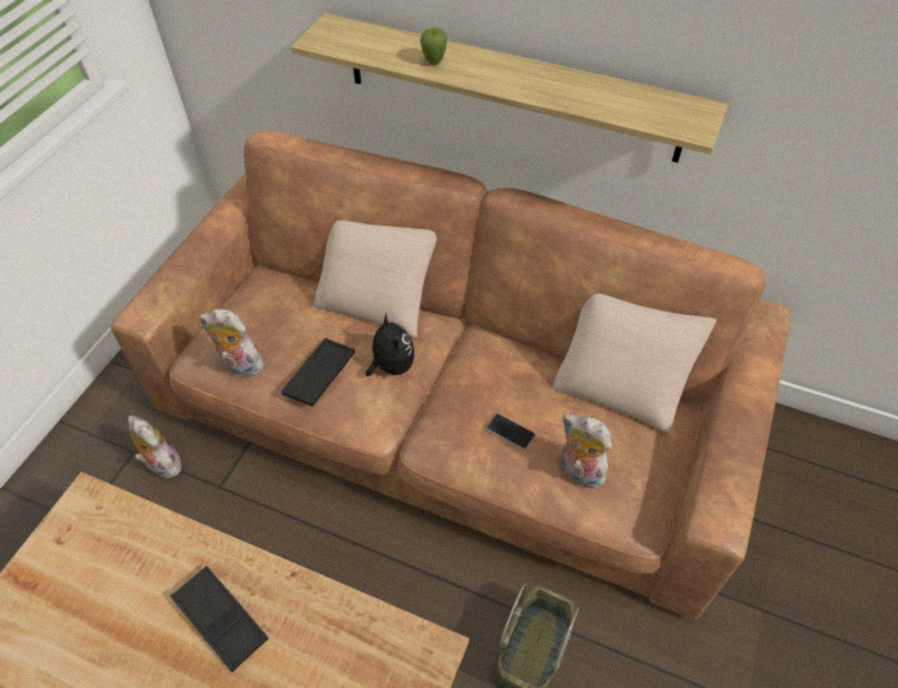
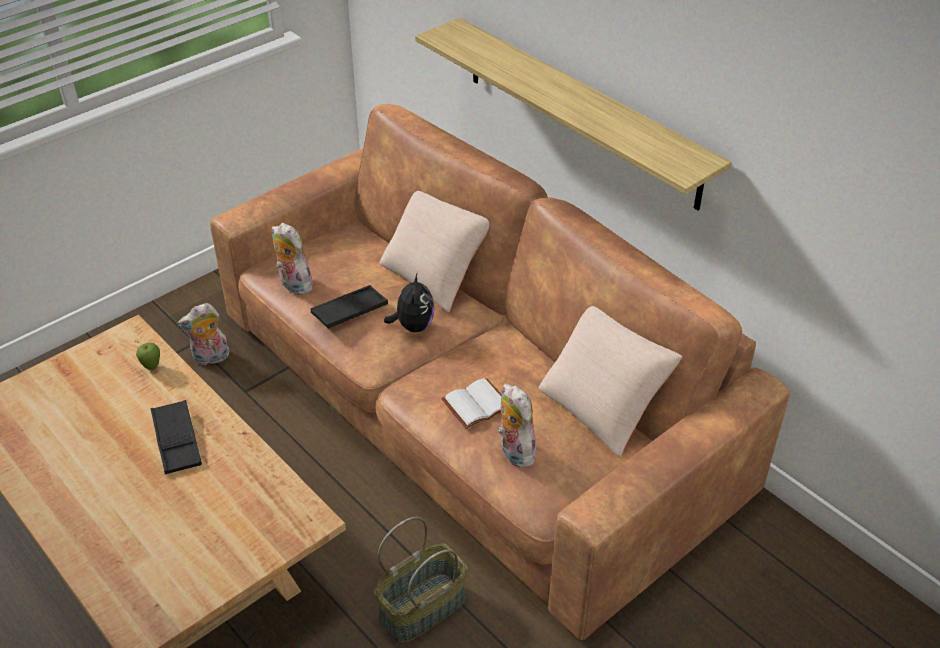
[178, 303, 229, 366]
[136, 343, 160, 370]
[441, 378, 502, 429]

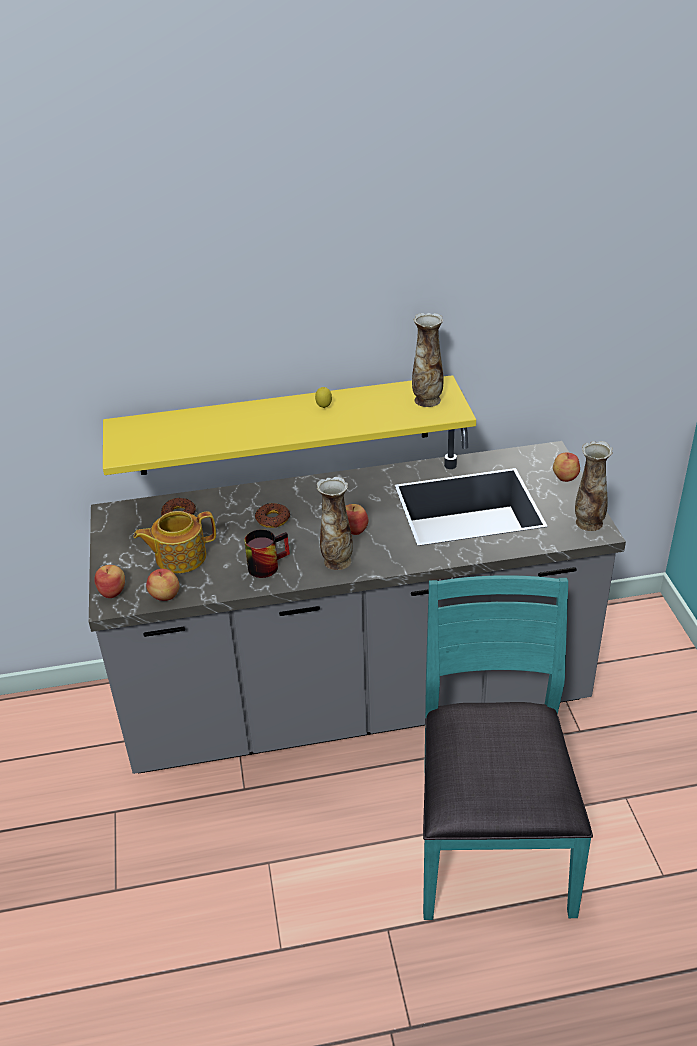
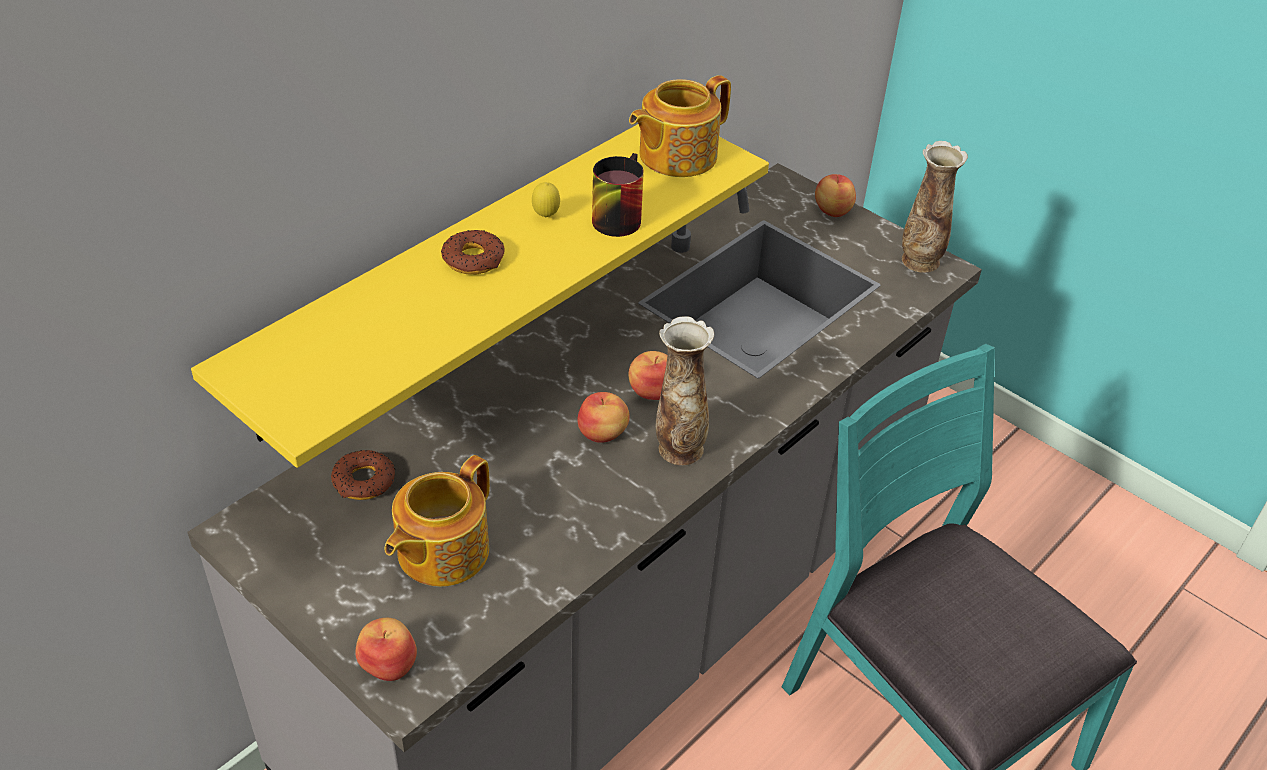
[577, 392, 630, 443]
[592, 153, 644, 237]
[441, 230, 505, 274]
[629, 75, 731, 177]

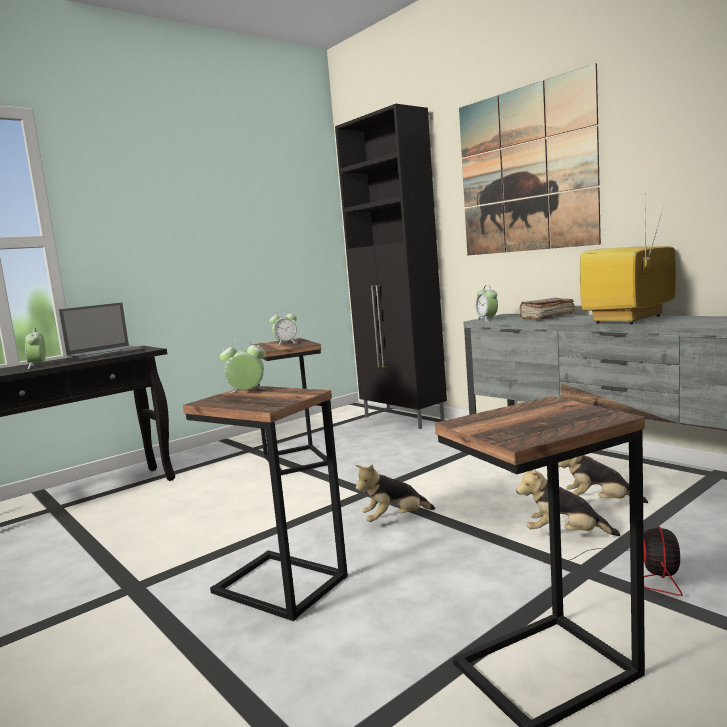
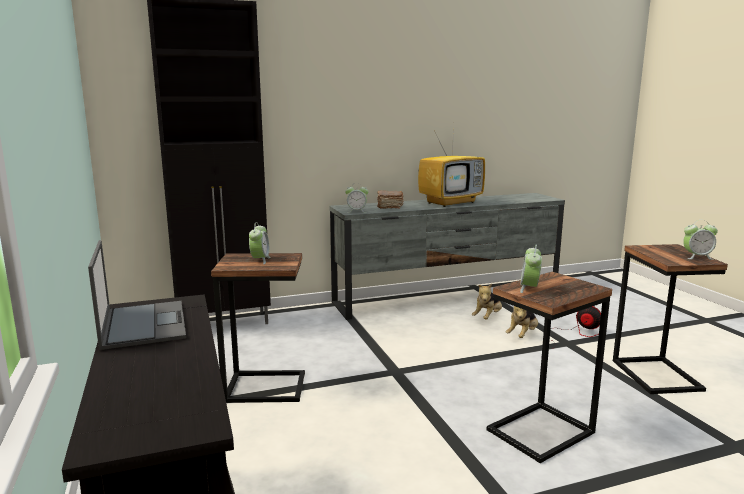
[683, 220, 718, 260]
[355, 465, 435, 522] (first image)
[459, 63, 601, 256] (first image)
[418, 125, 485, 207]

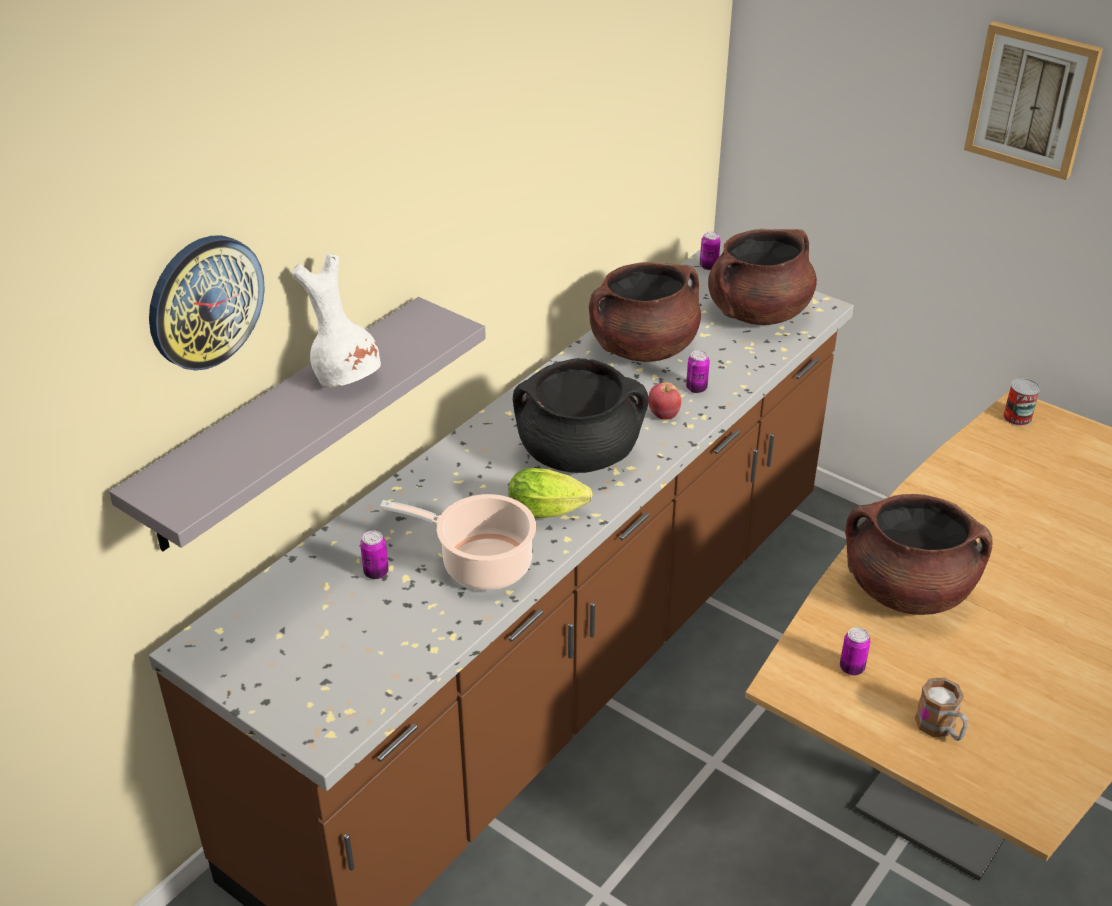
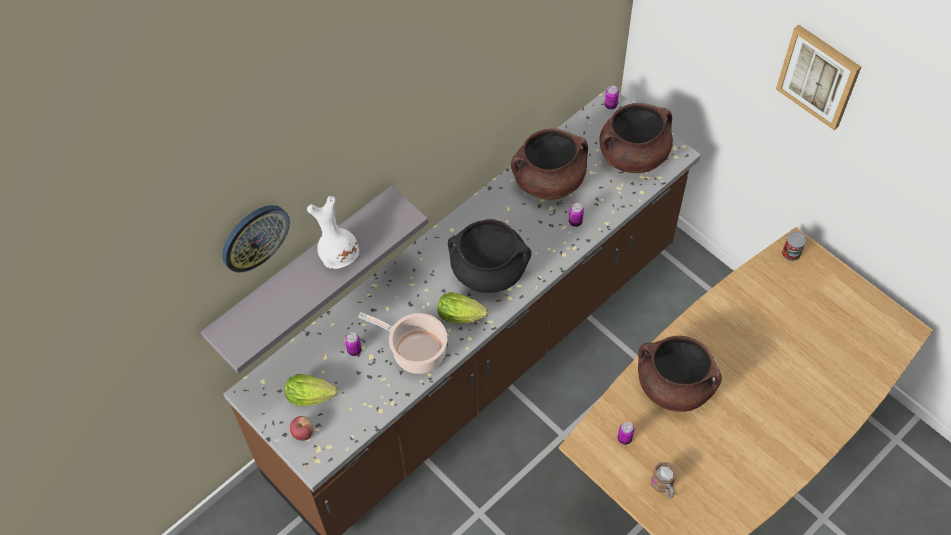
[290, 416, 313, 441]
[285, 374, 338, 406]

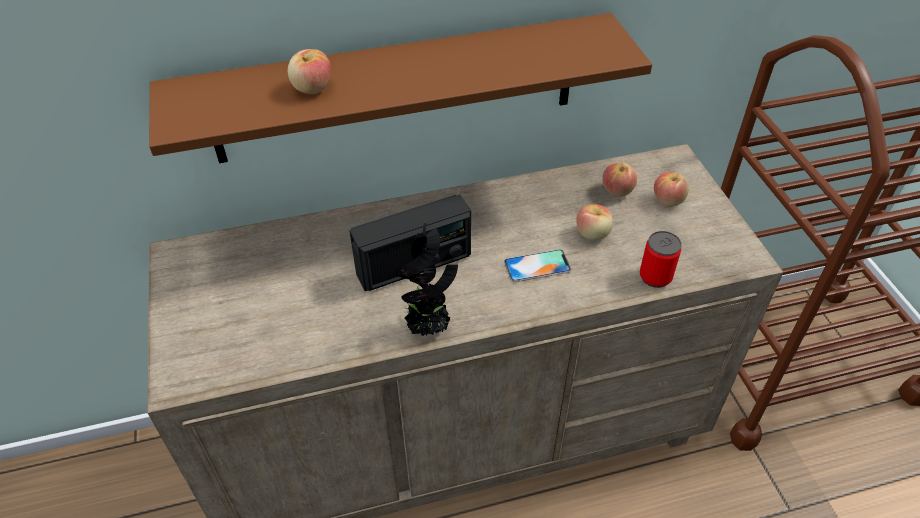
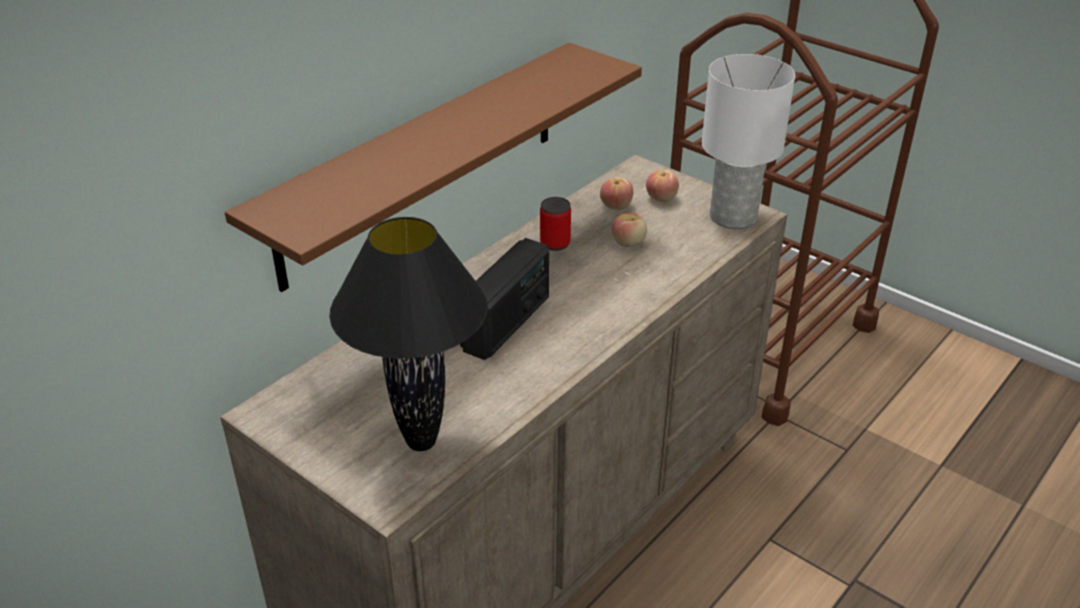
[288, 49, 331, 94] (first image)
[395, 223, 458, 336] (first image)
[504, 249, 571, 282] (first image)
[540, 197, 571, 251]
[329, 217, 488, 451]
[702, 54, 795, 229]

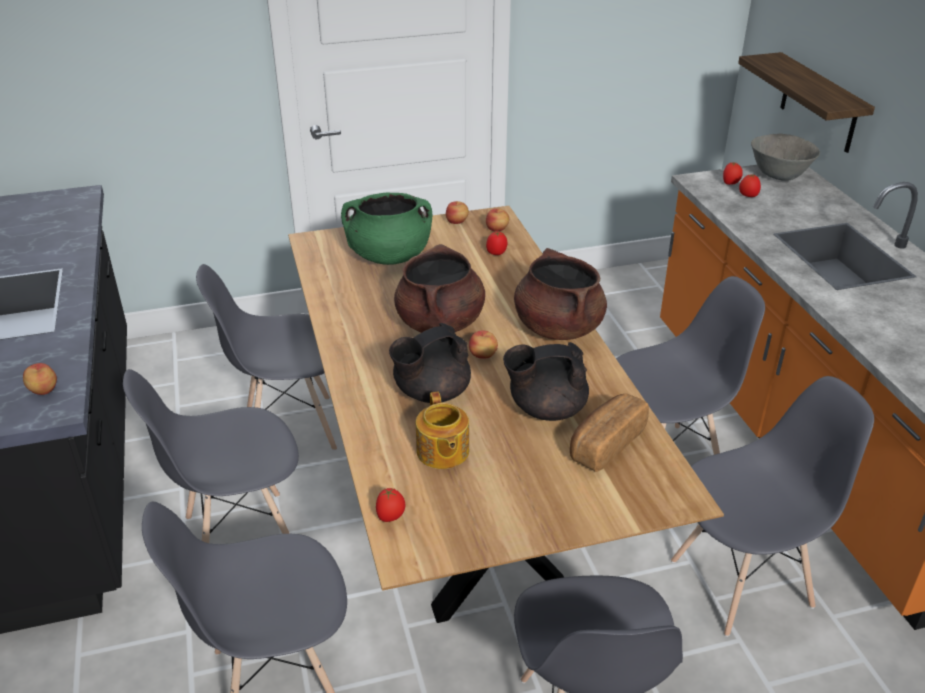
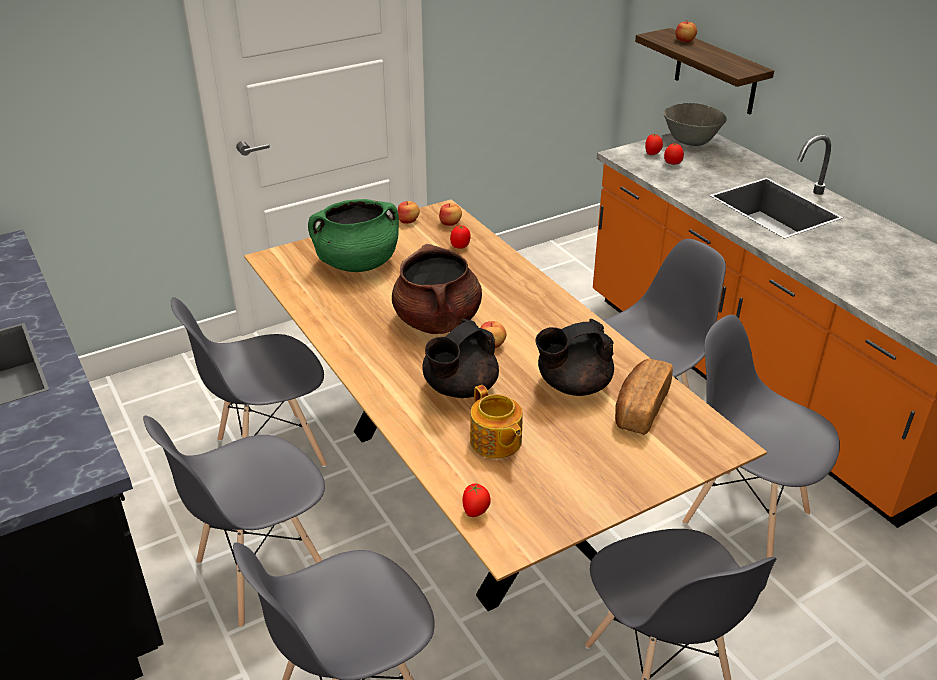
[675, 20, 697, 42]
[514, 248, 607, 340] (first image)
[682, 315, 840, 558]

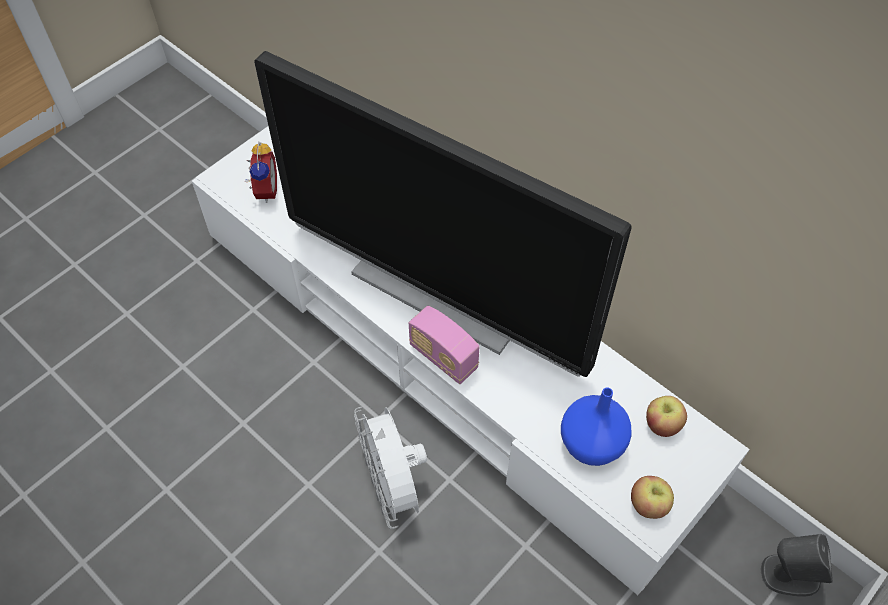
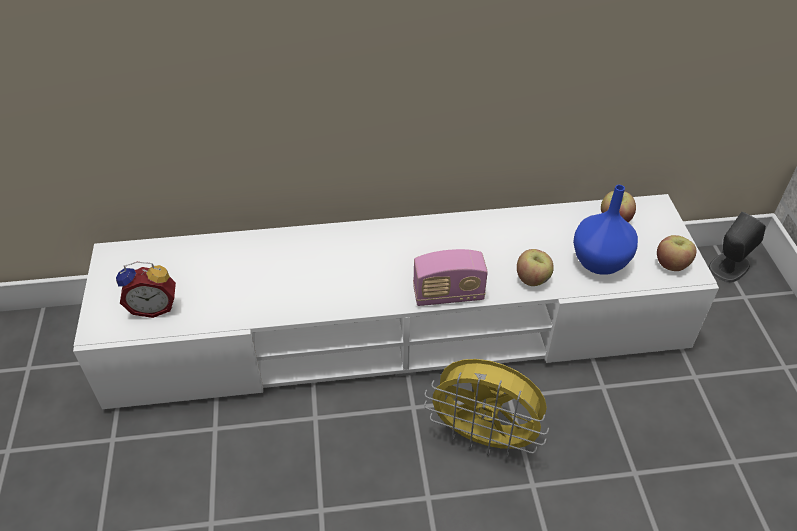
[116, 262, 176, 318]
[254, 51, 632, 377] (first image)
[424, 359, 549, 458]
[517, 249, 554, 286]

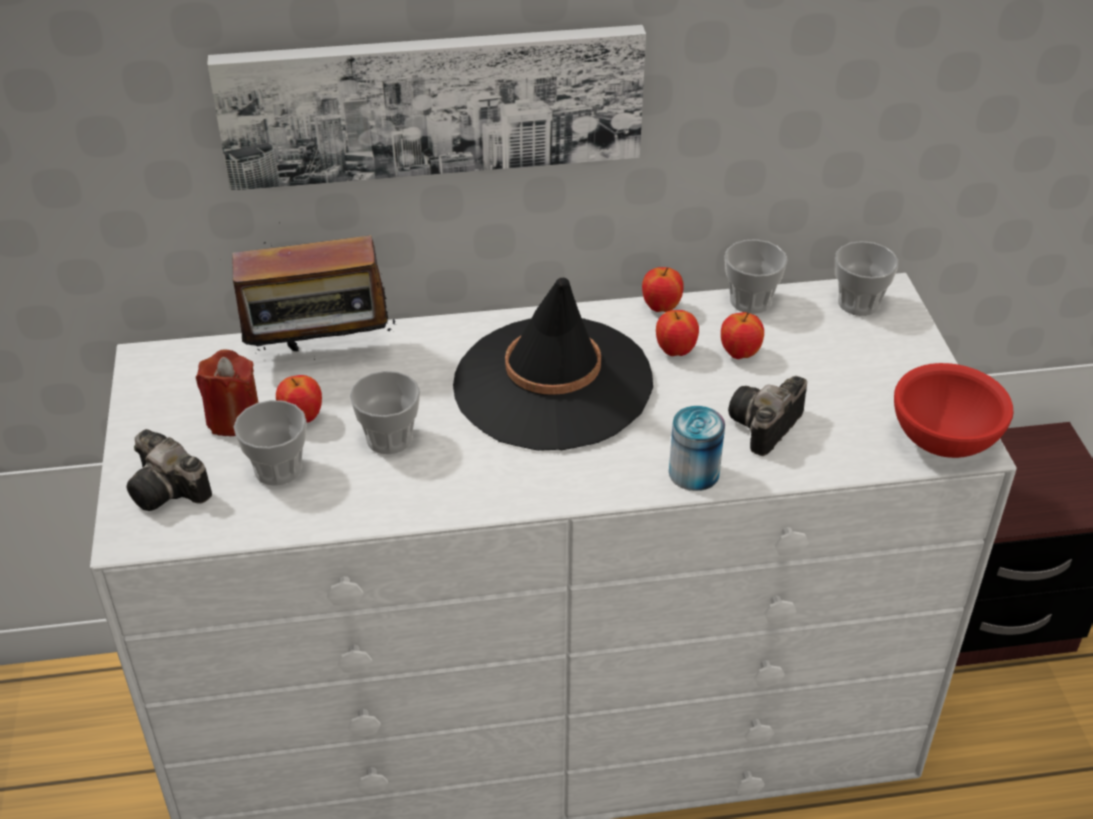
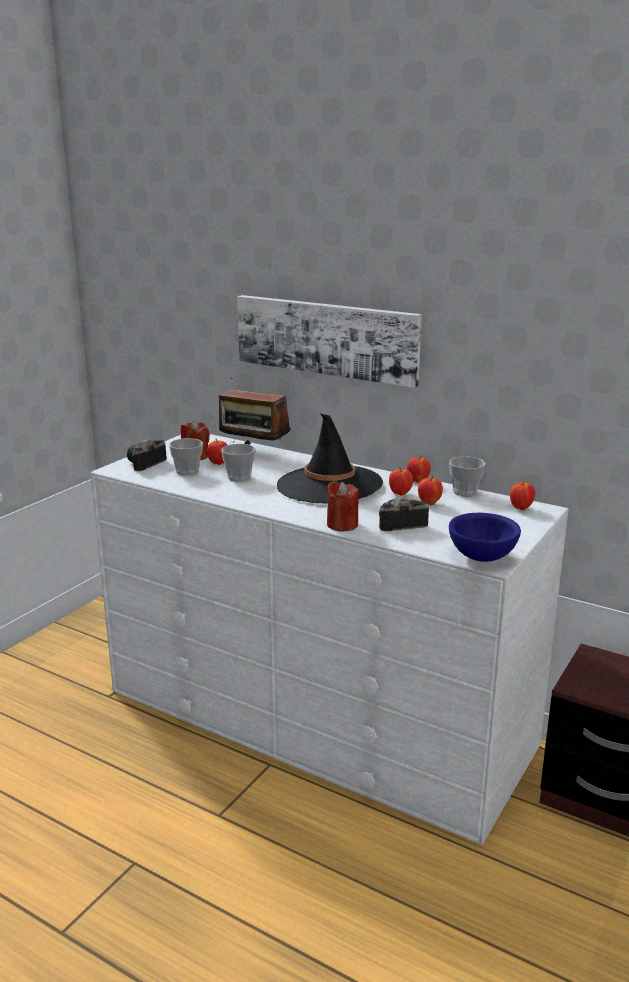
[127, 440, 167, 471]
[327, 481, 359, 531]
[510, 481, 535, 510]
[449, 513, 521, 562]

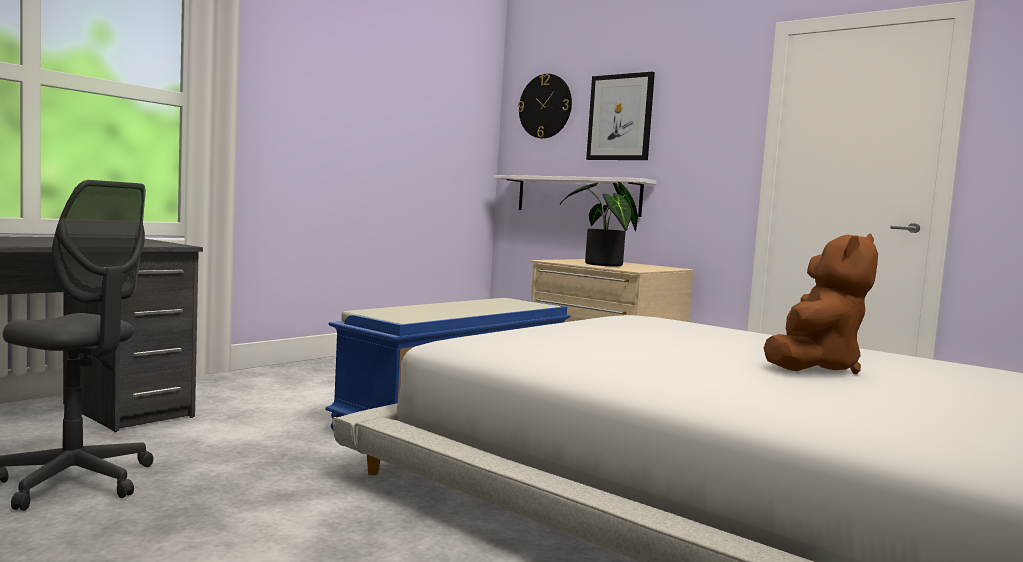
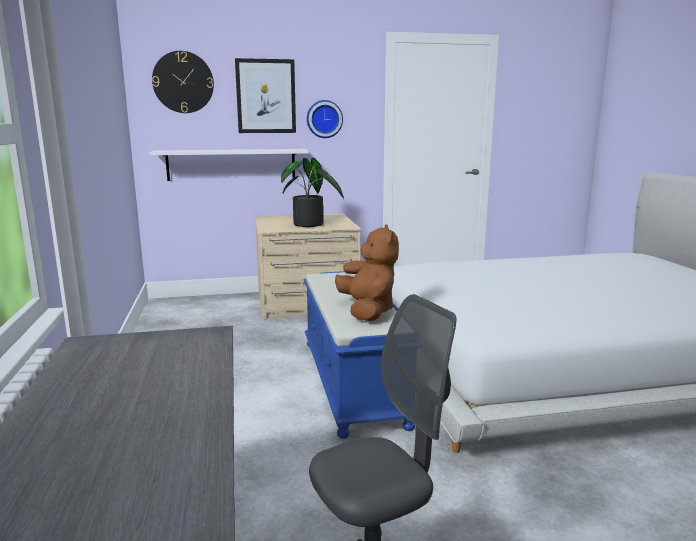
[335, 225, 399, 321]
[307, 100, 343, 138]

